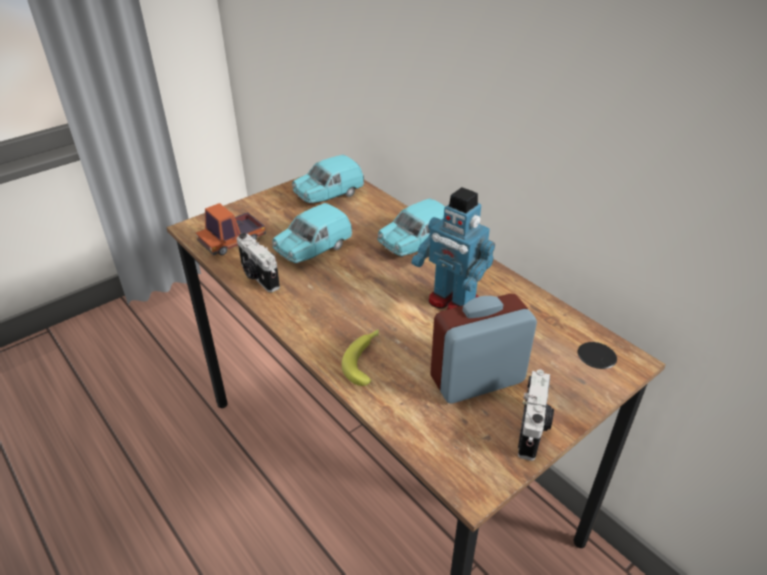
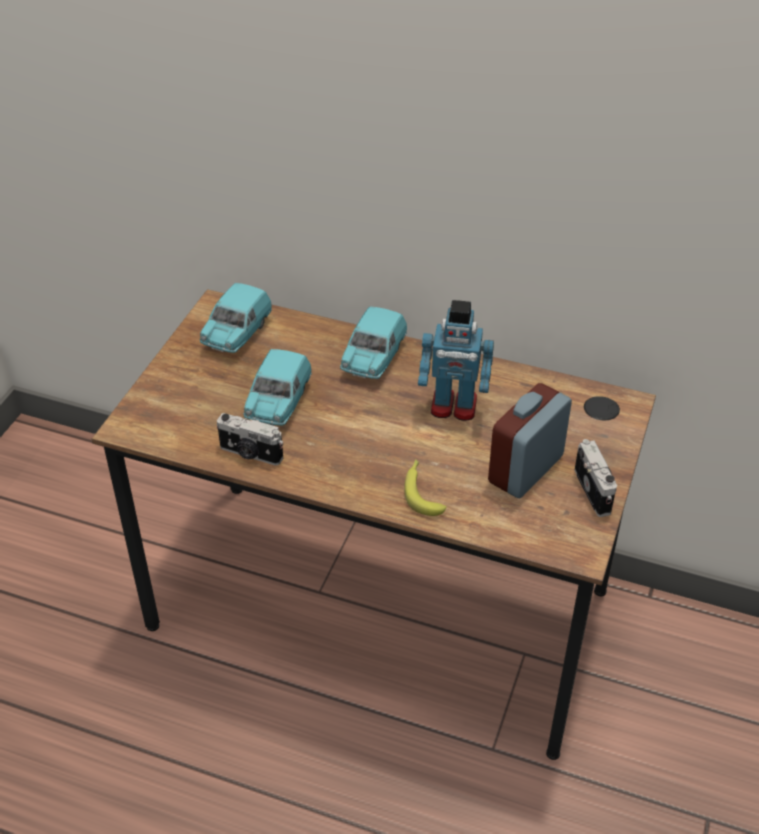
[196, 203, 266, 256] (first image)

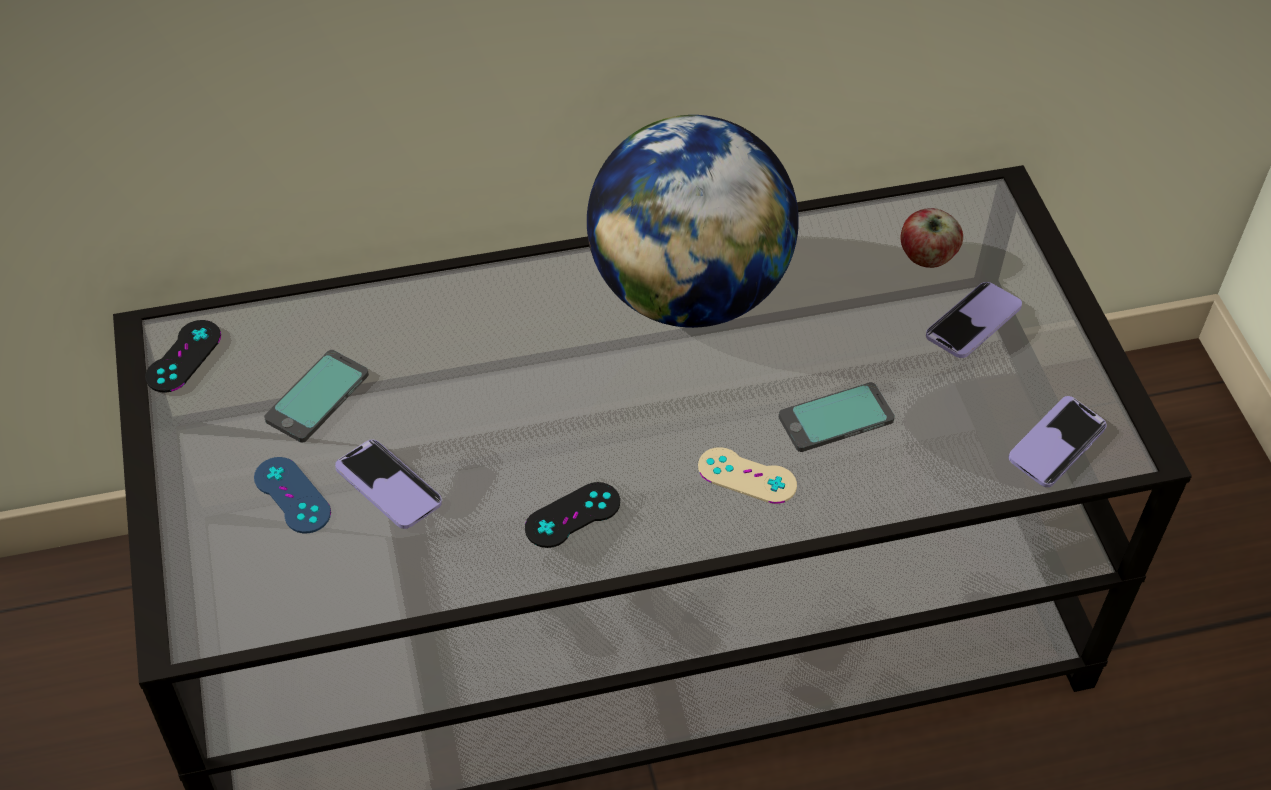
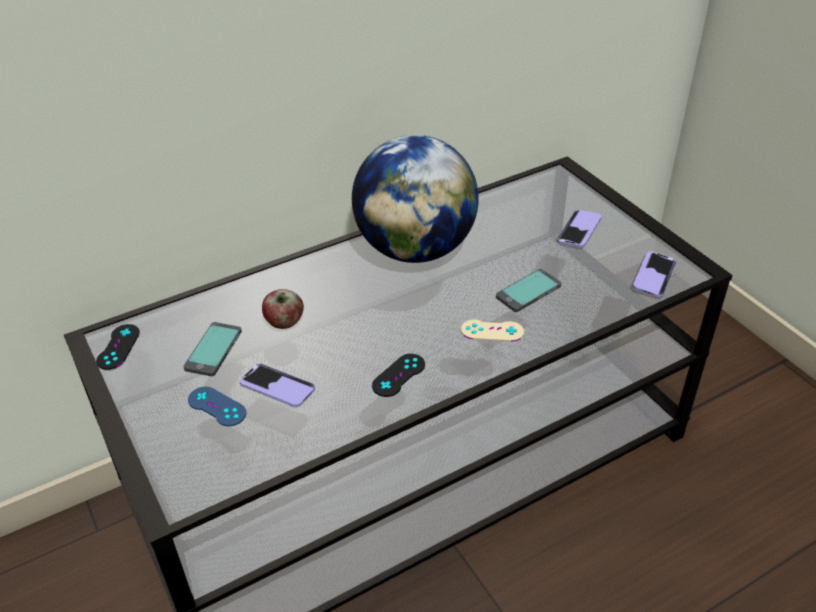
[262, 289, 304, 329]

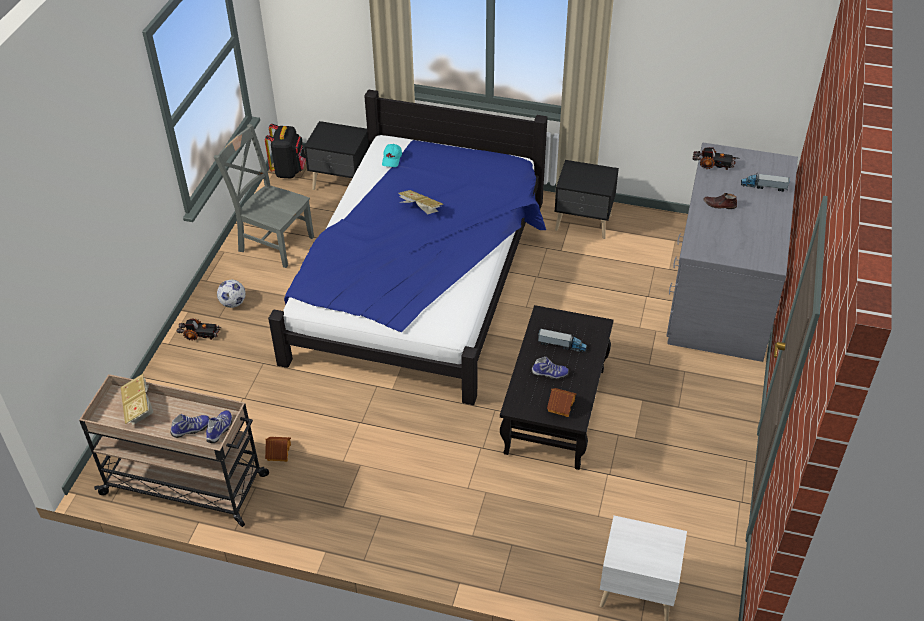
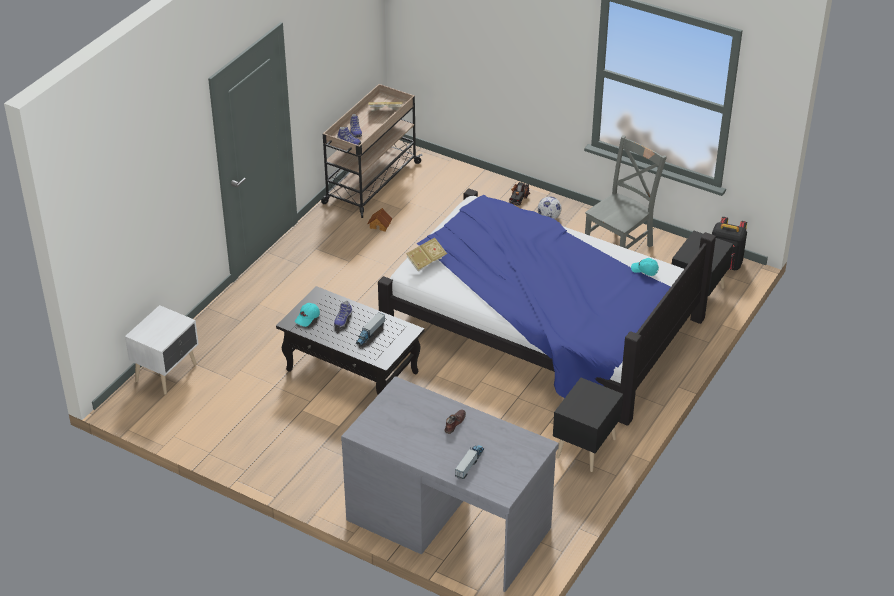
[406, 238, 447, 272]
[295, 303, 320, 327]
[692, 147, 740, 170] (first image)

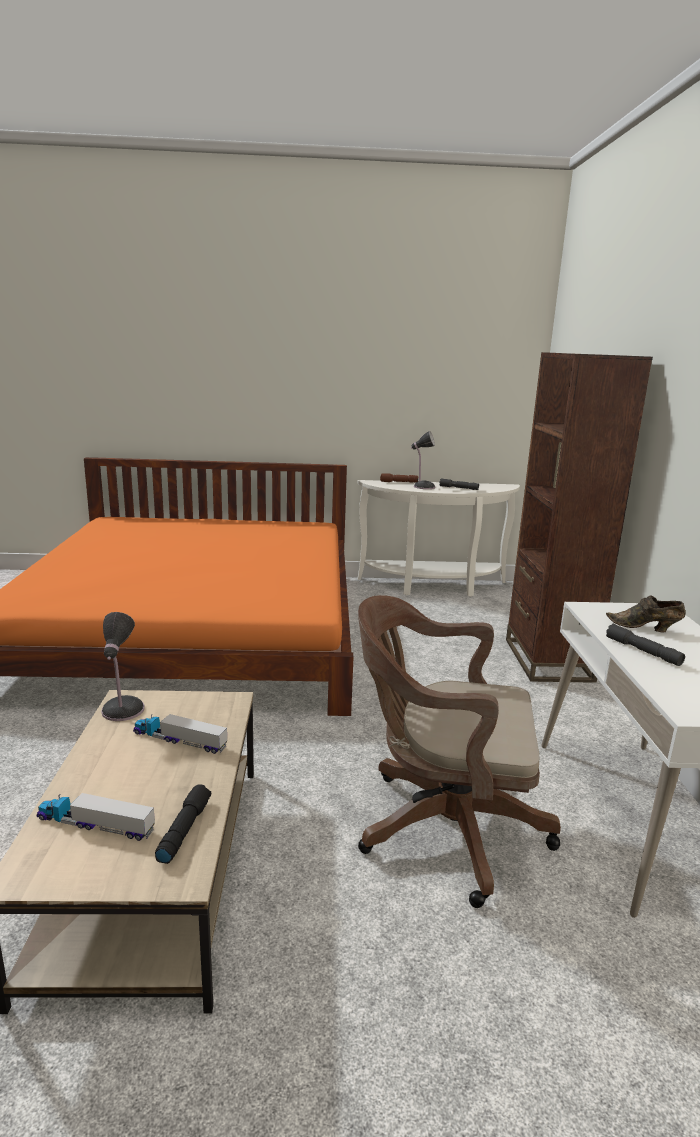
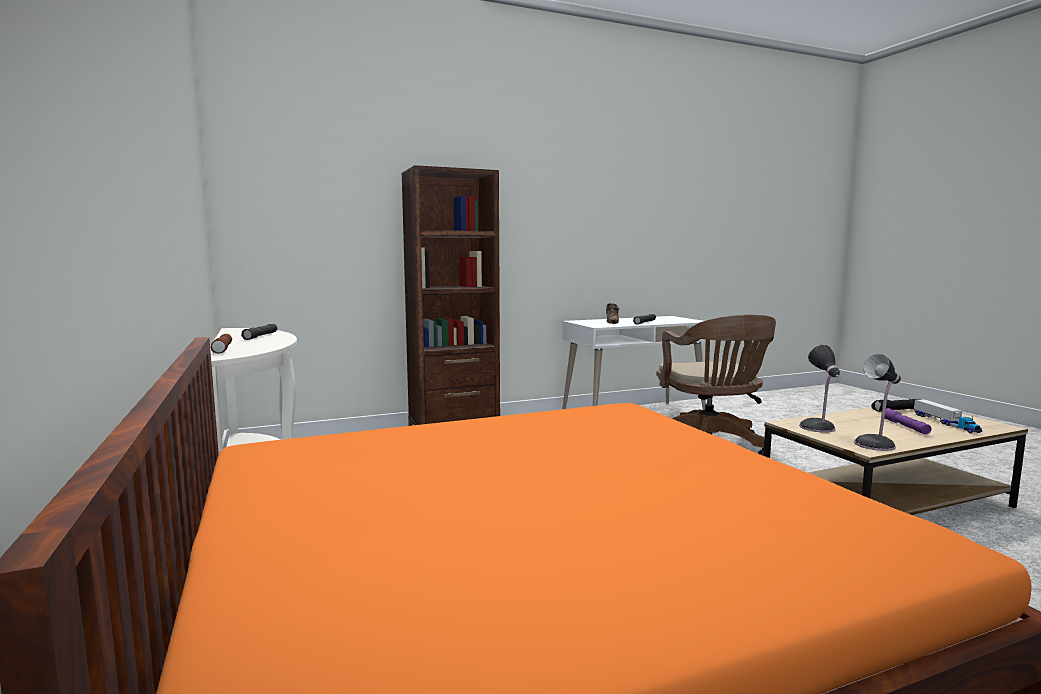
[133, 714, 227, 754] (first image)
[799, 345, 840, 433]
[885, 408, 932, 434]

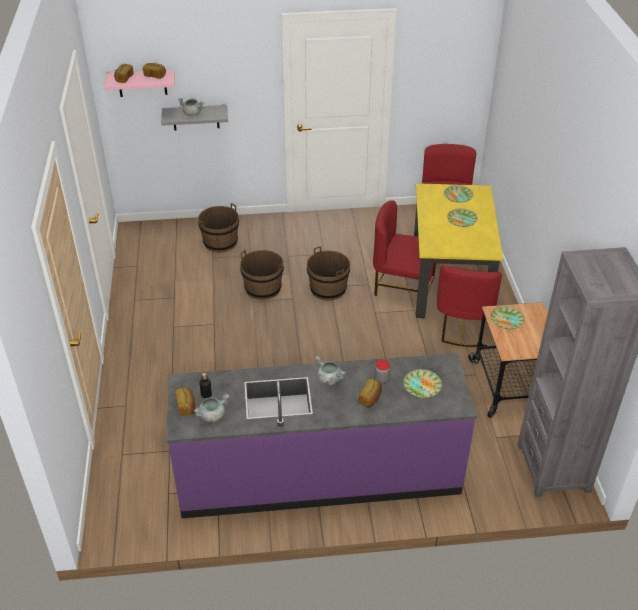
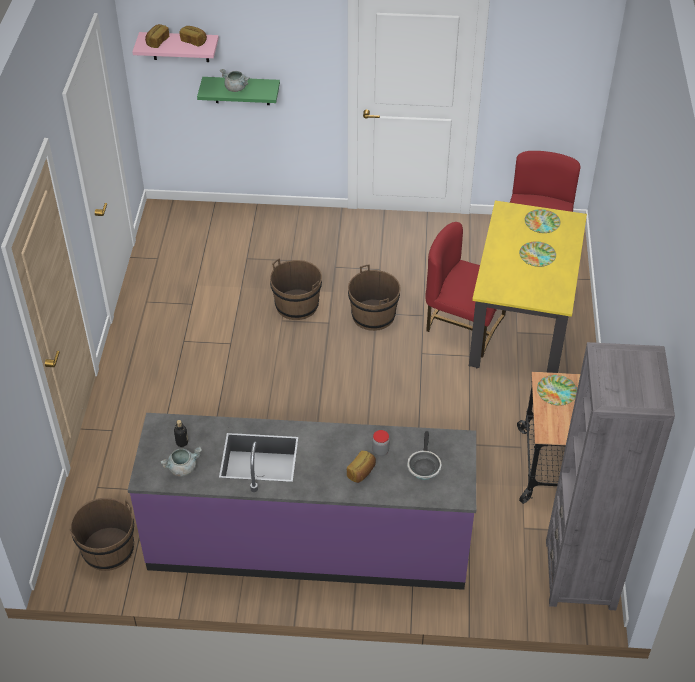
[197, 77, 280, 105]
[175, 388, 195, 416] (first image)
[69, 498, 134, 571]
[315, 356, 345, 385] (first image)
[407, 431, 442, 480]
[437, 265, 502, 347] (first image)

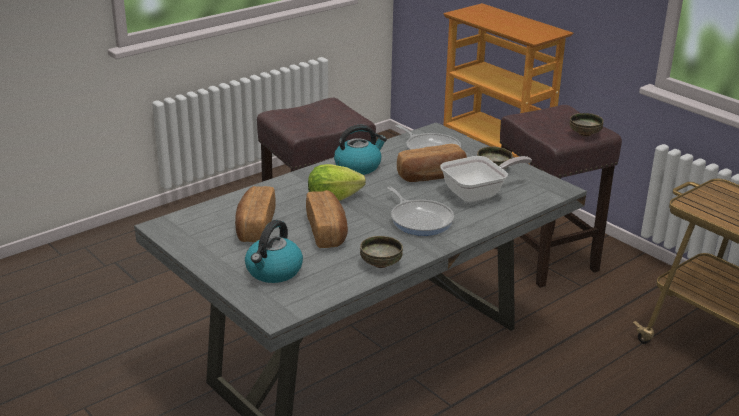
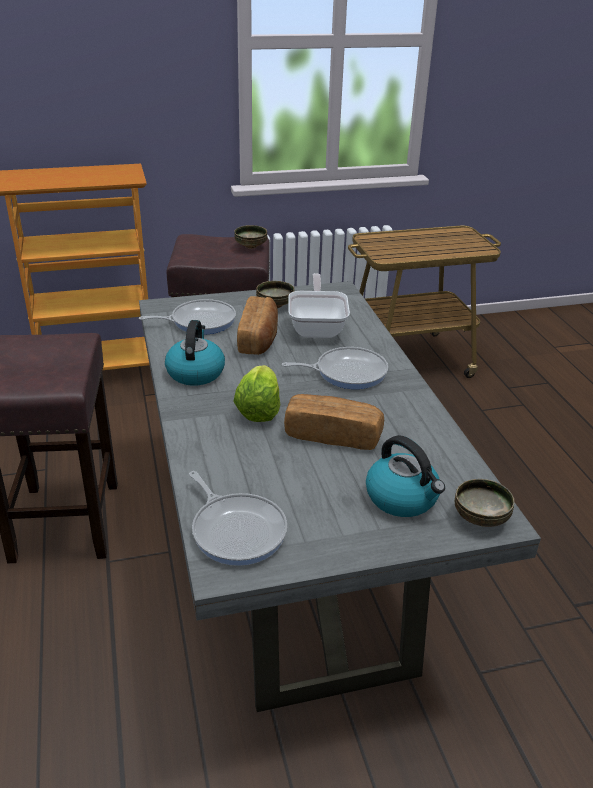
[235, 186, 276, 242] (first image)
[455, 479, 515, 527]
[189, 471, 287, 566]

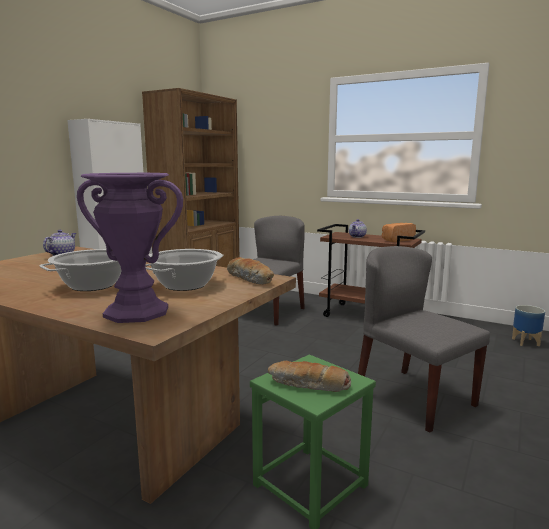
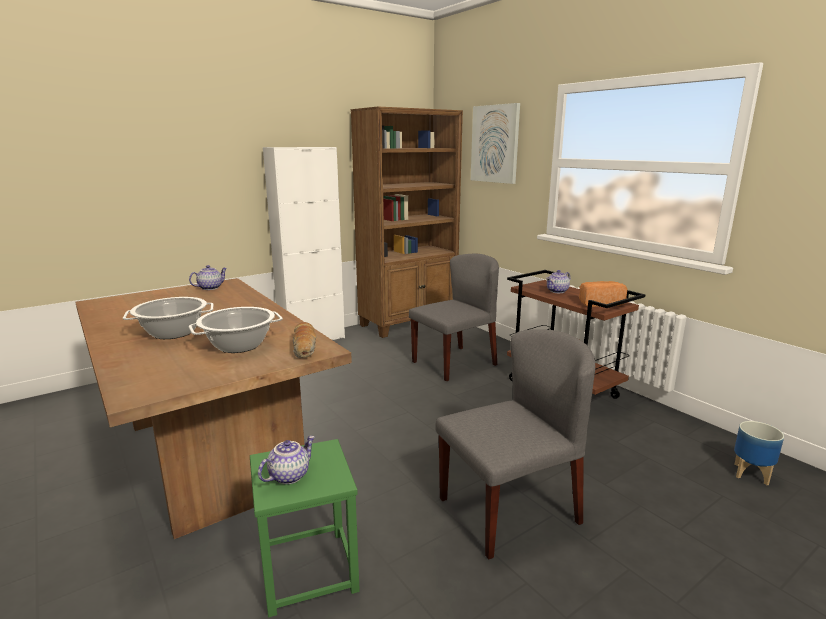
[77, 173, 183, 323] (first image)
[258, 436, 315, 484]
[435, 329, 595, 560]
[471, 103, 520, 184]

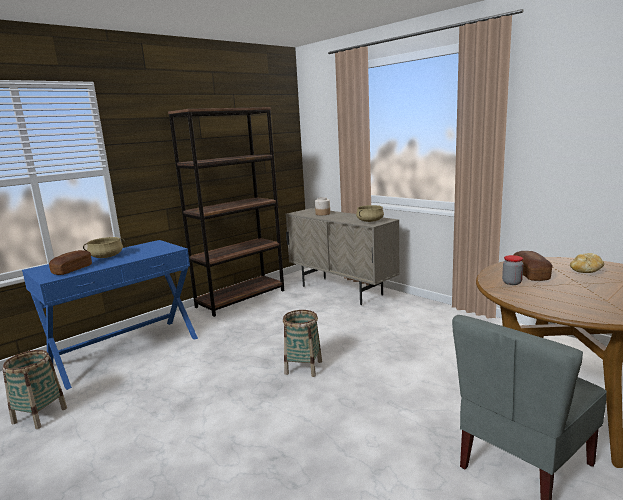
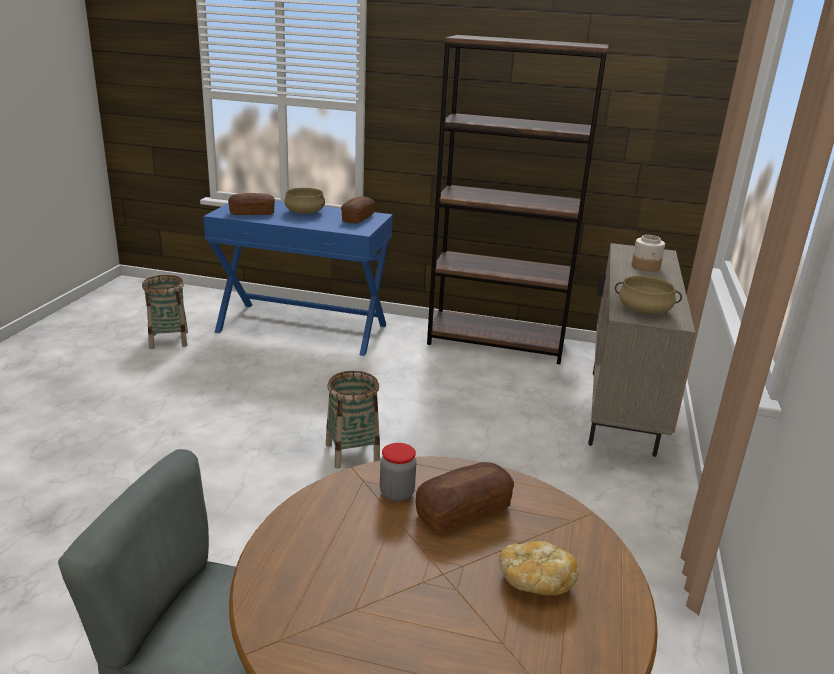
[341, 197, 375, 223]

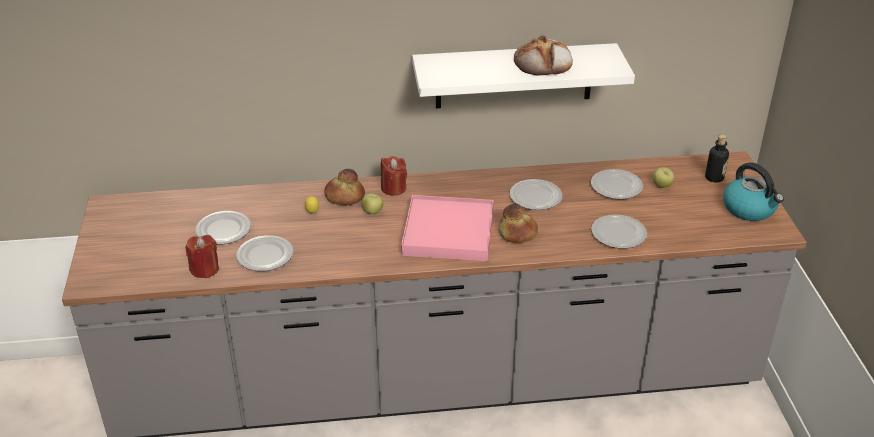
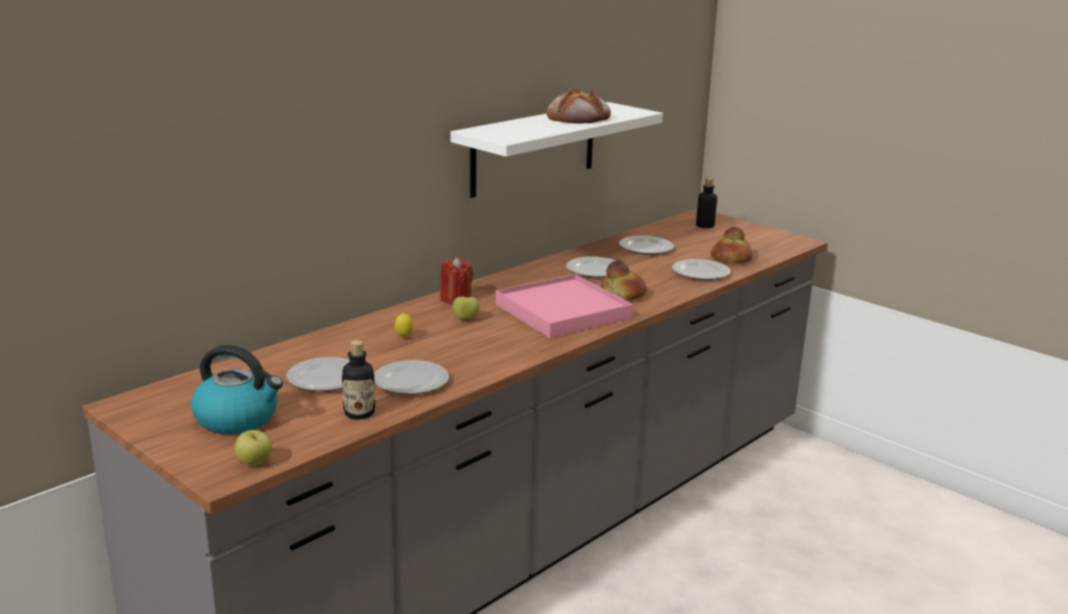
[342, 340, 375, 419]
[710, 227, 753, 264]
[234, 430, 272, 466]
[191, 345, 283, 434]

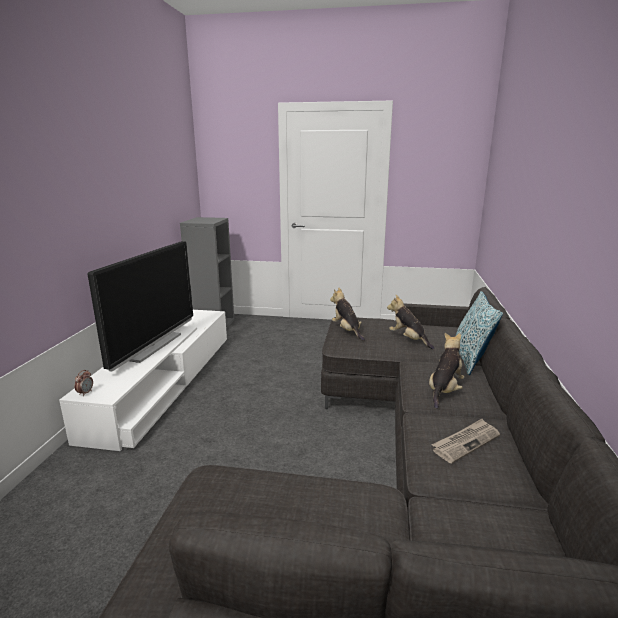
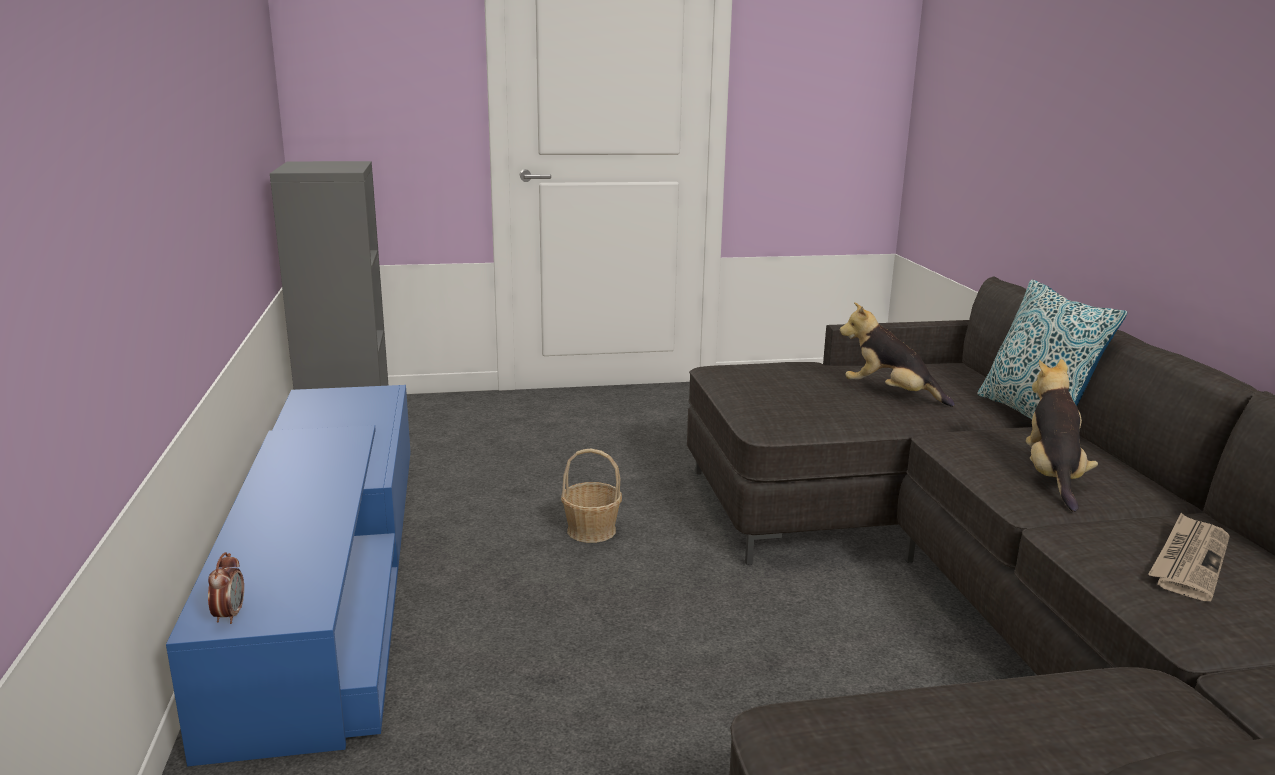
[166, 385, 411, 767]
[88, 241, 193, 372] (first image)
[330, 287, 365, 341] (first image)
[561, 448, 622, 543]

